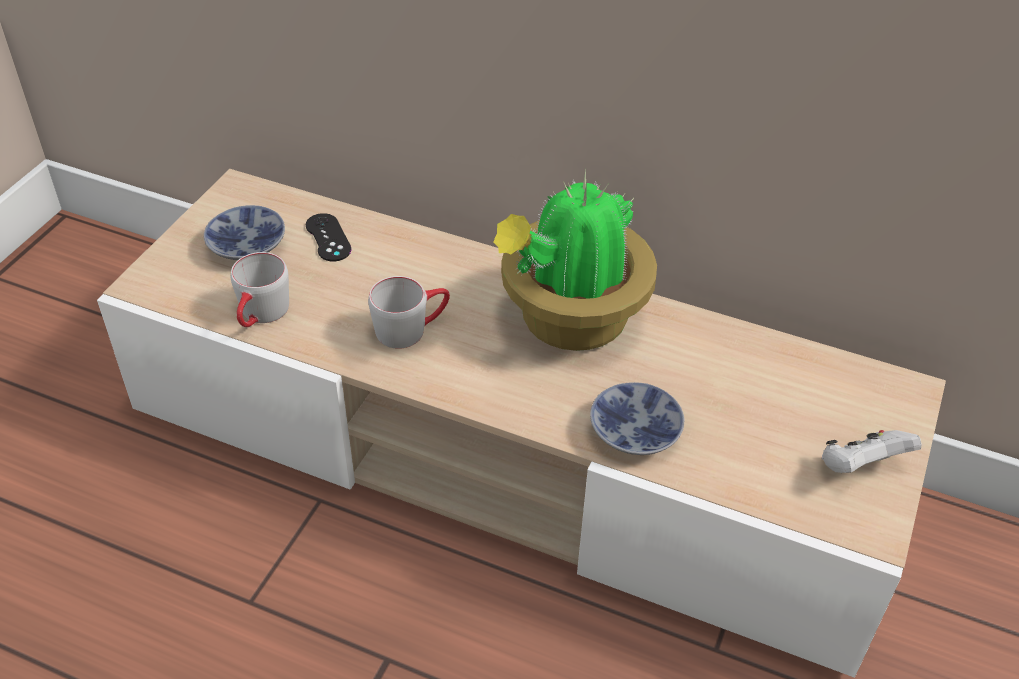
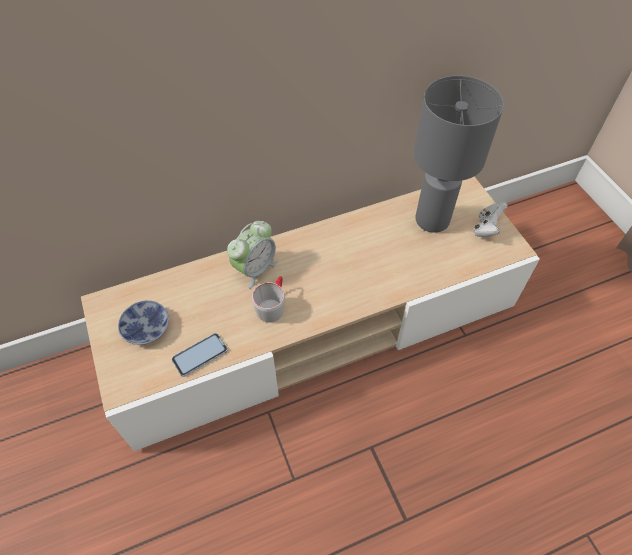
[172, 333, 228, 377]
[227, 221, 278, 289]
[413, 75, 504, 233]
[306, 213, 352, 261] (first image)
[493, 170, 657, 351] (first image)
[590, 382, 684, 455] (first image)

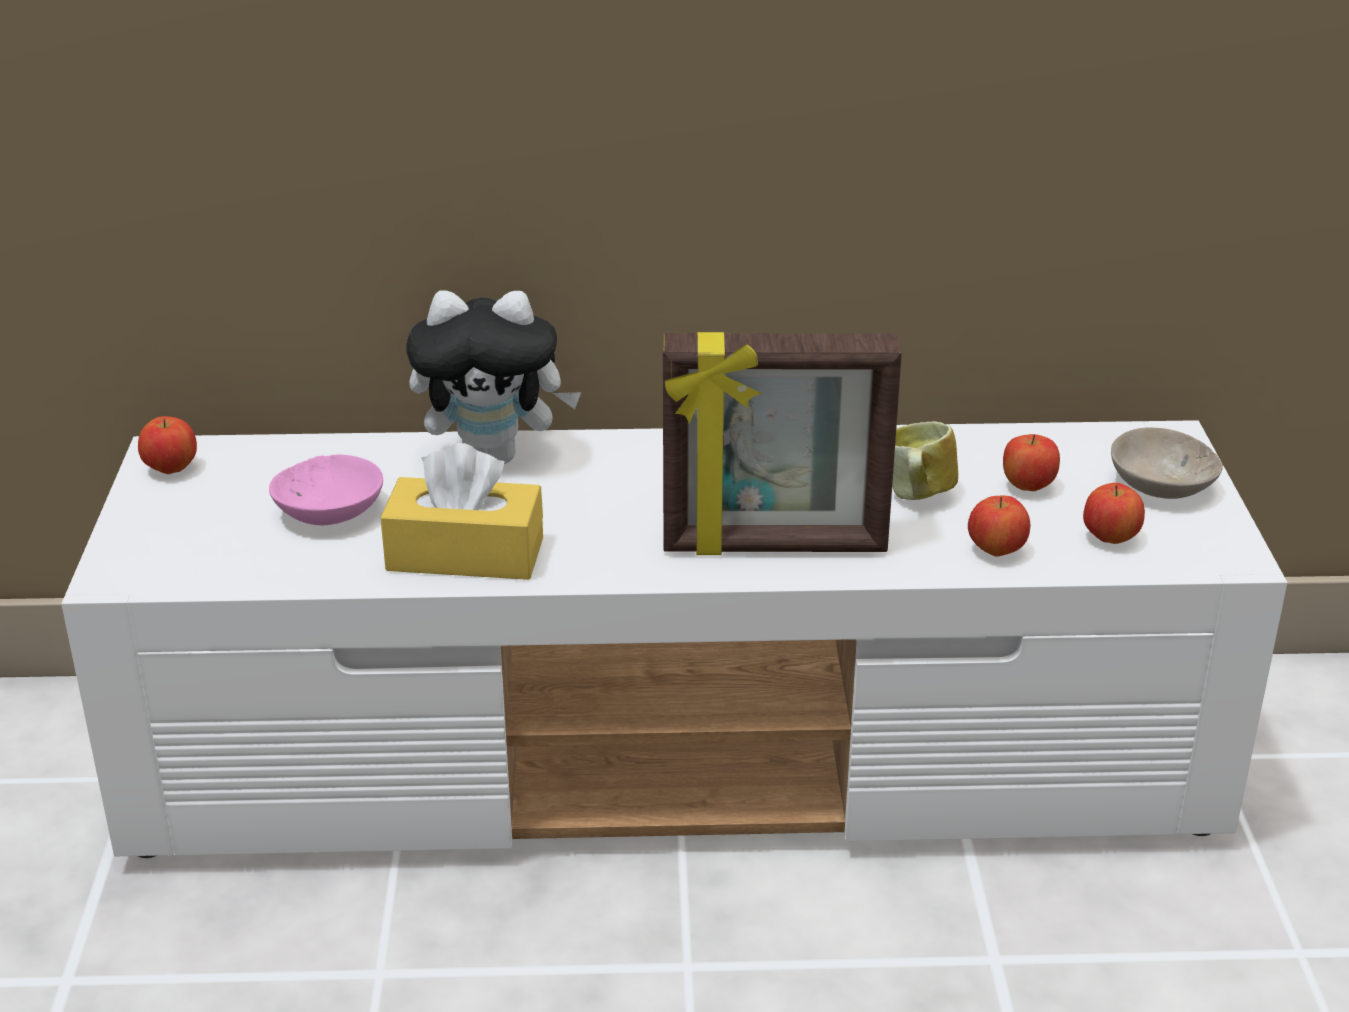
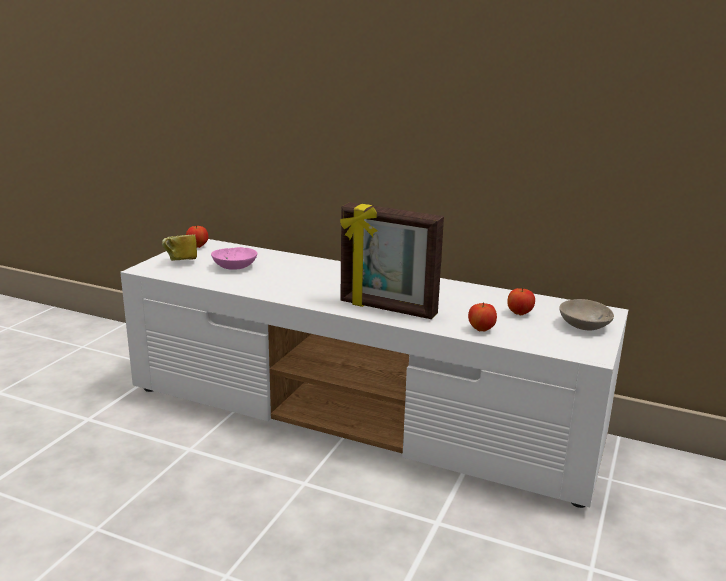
[162, 234, 197, 261]
[380, 443, 543, 580] (first image)
[406, 291, 581, 464] (first image)
[1083, 483, 1145, 544] (first image)

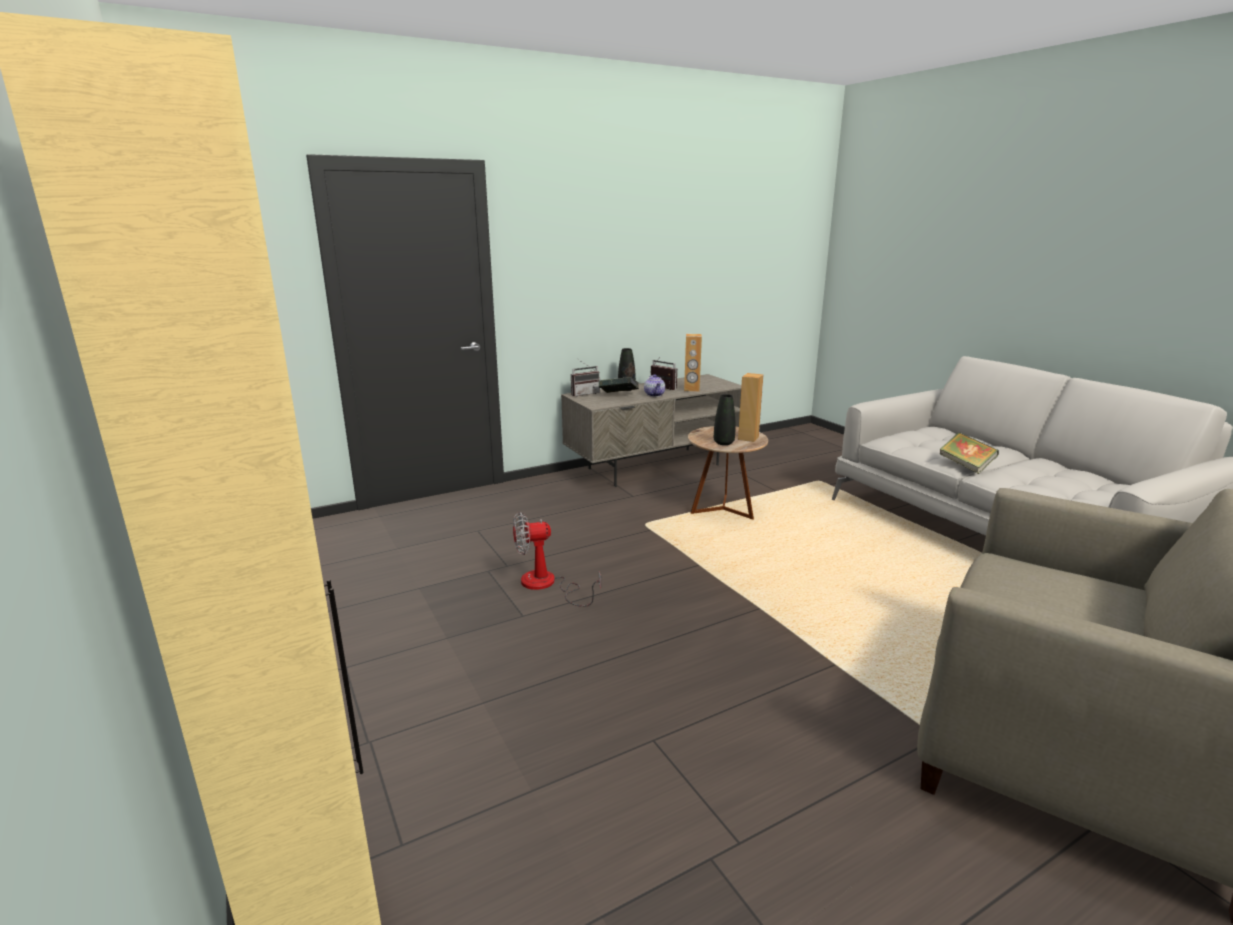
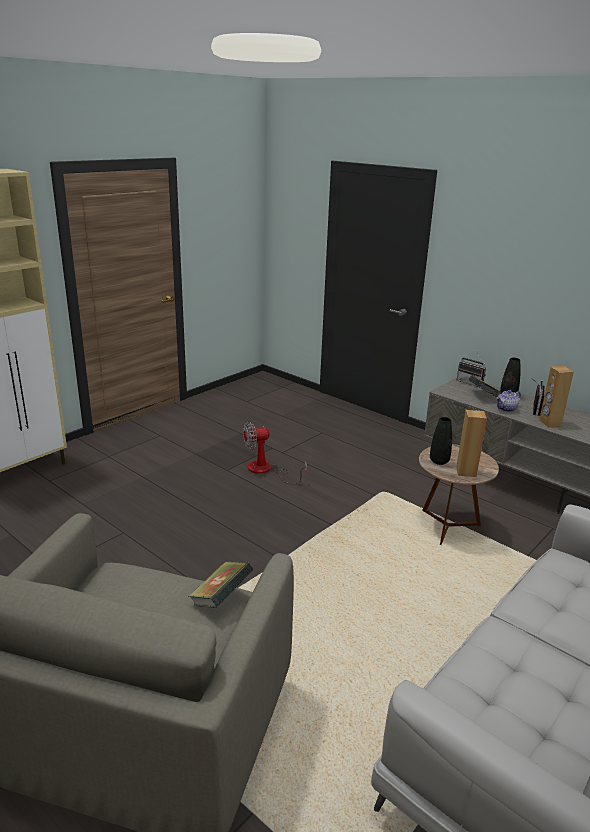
[189, 561, 253, 608]
[243, 421, 307, 484]

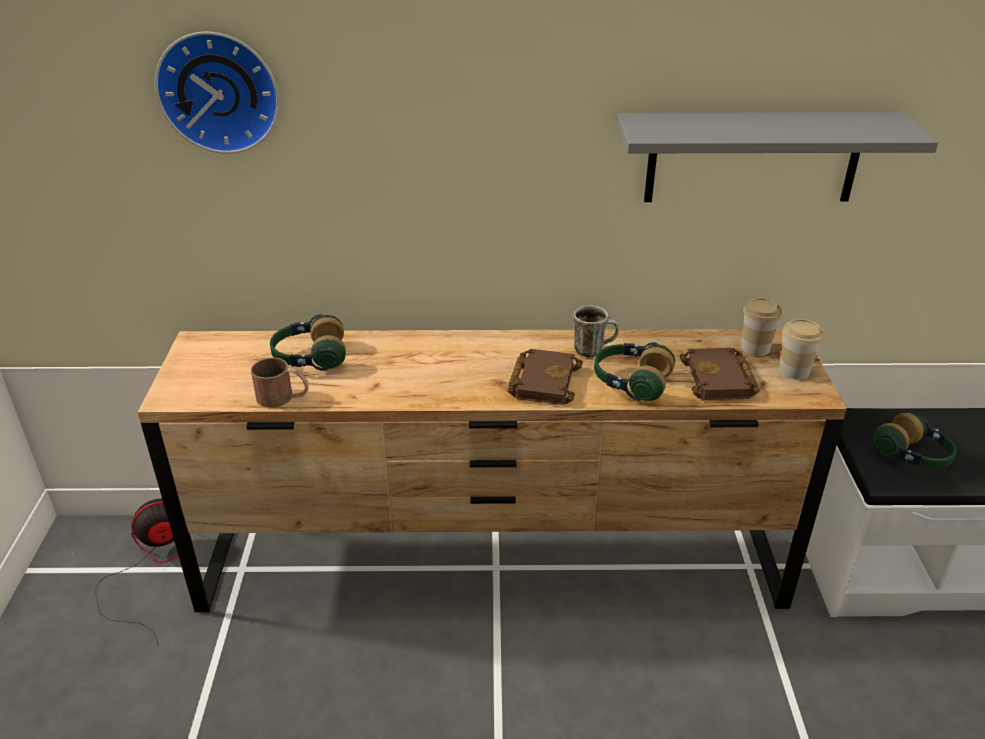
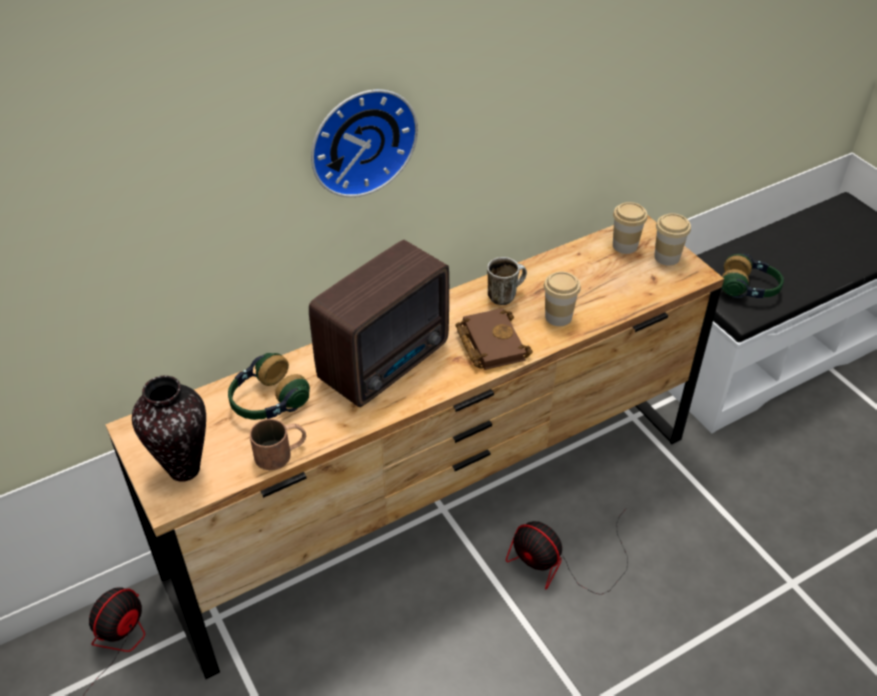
[132, 375, 206, 482]
[309, 240, 449, 407]
[311, 89, 418, 197]
[506, 508, 628, 595]
[544, 272, 581, 326]
[617, 112, 938, 202] (first image)
[679, 348, 759, 400] (first image)

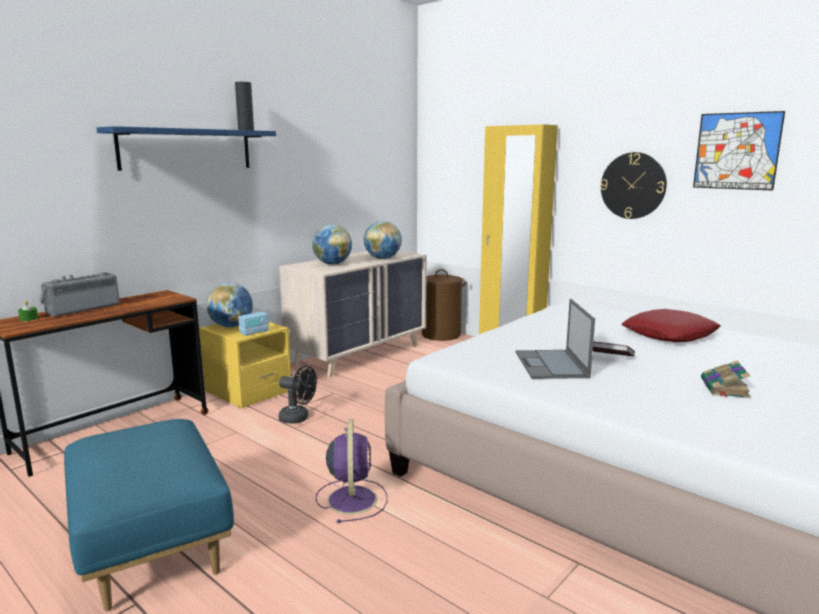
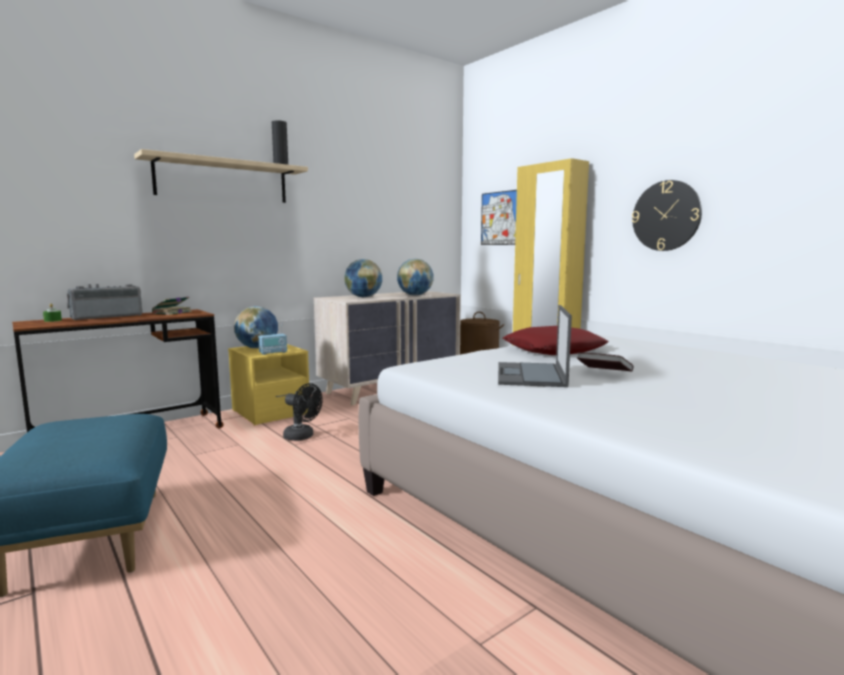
[134, 149, 308, 203]
[152, 297, 192, 315]
[481, 190, 517, 245]
[503, 326, 609, 355]
[316, 419, 387, 523] (first image)

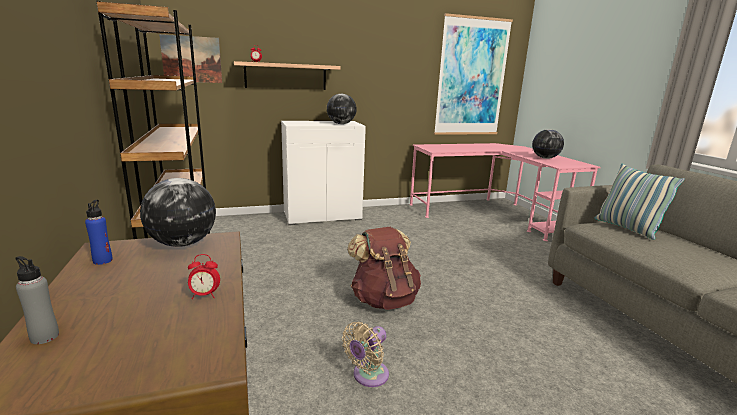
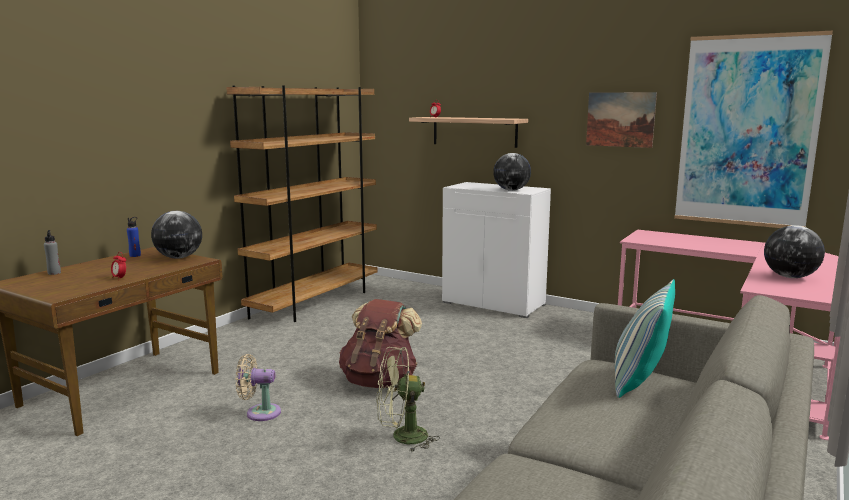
[377, 347, 440, 452]
[586, 92, 657, 148]

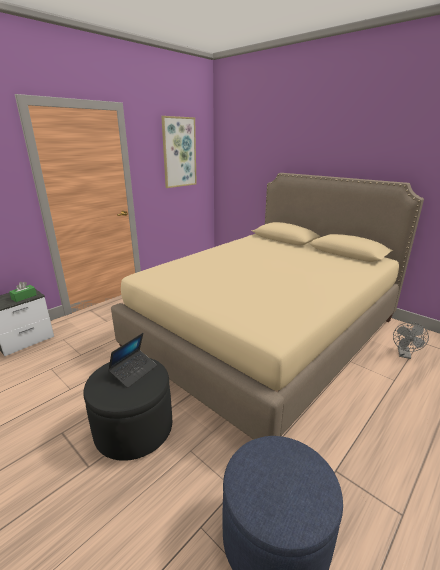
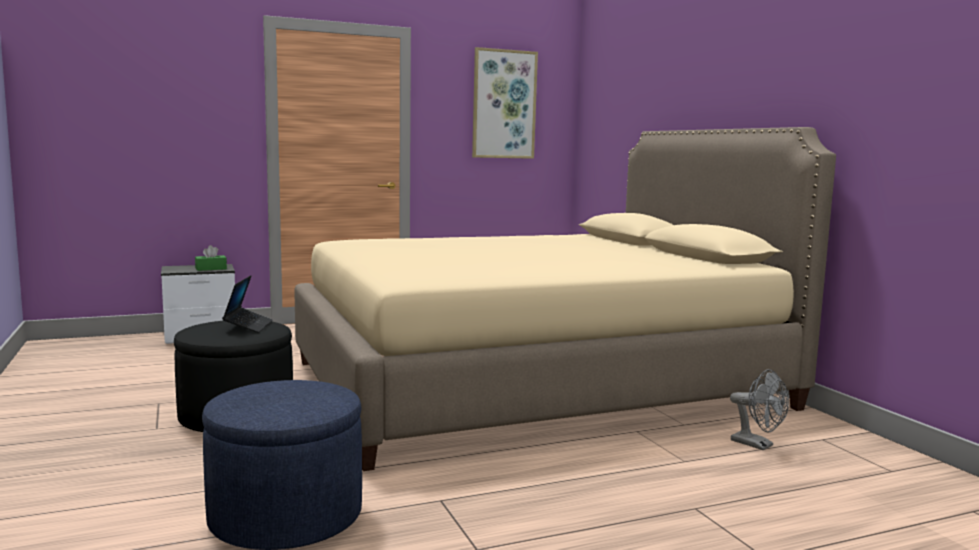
[222, 275, 273, 333]
[730, 369, 789, 450]

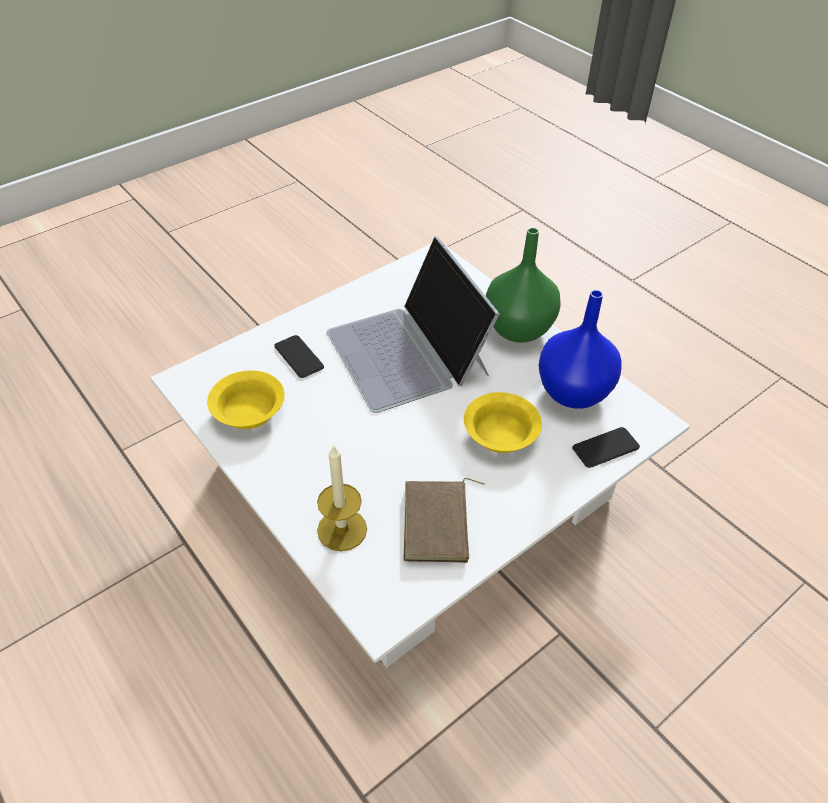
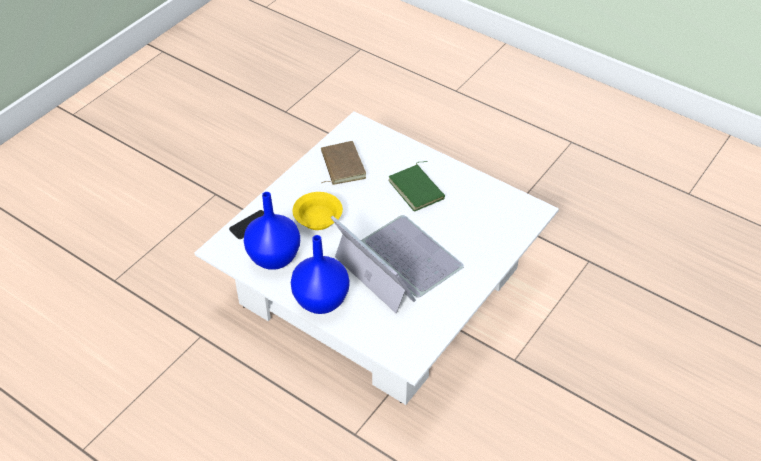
[291, 235, 350, 314]
[388, 161, 445, 212]
[207, 370, 285, 429] (first image)
[274, 335, 324, 378] (first image)
[317, 444, 367, 551] (first image)

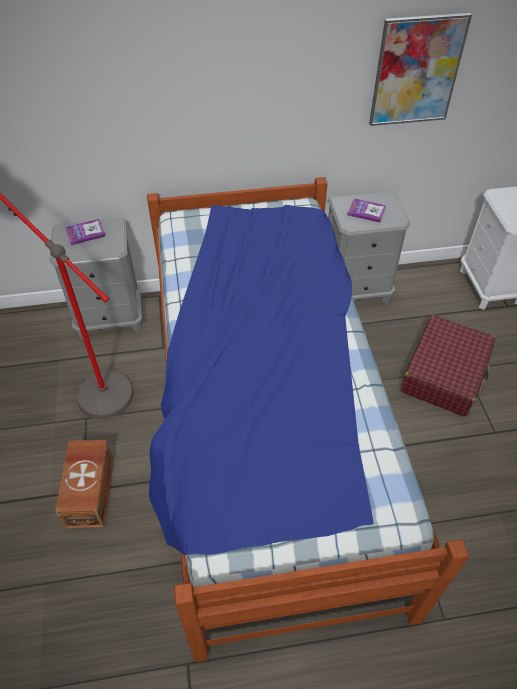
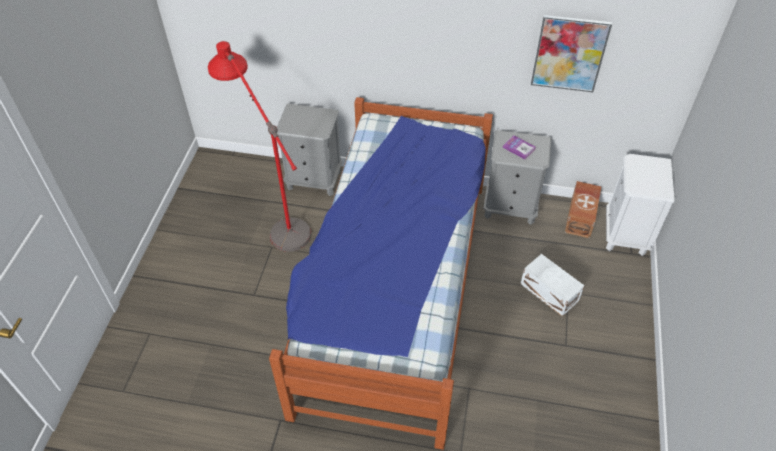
[521, 254, 584, 316]
[565, 181, 602, 239]
[65, 219, 106, 245] (first image)

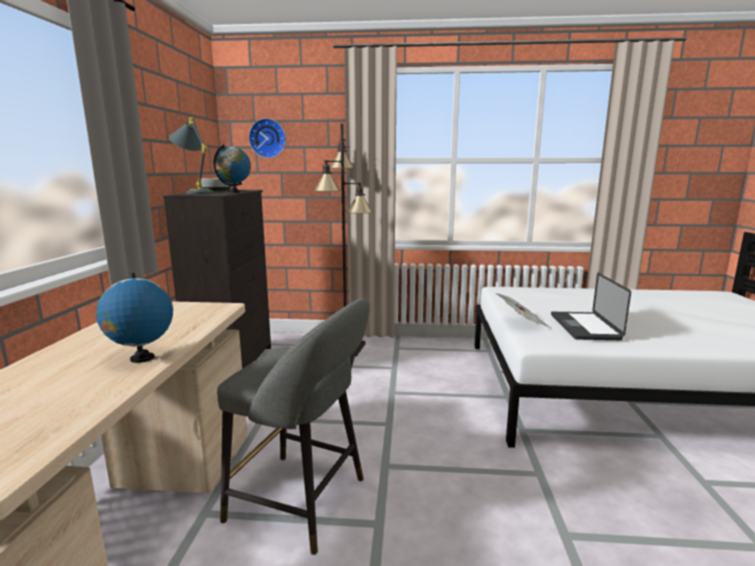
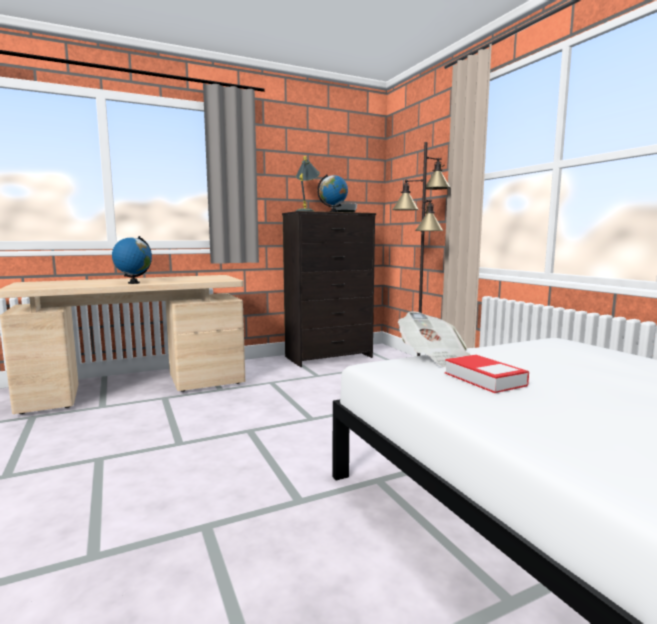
[445, 355, 529, 393]
[217, 298, 369, 555] (first image)
[249, 118, 286, 158] (first image)

